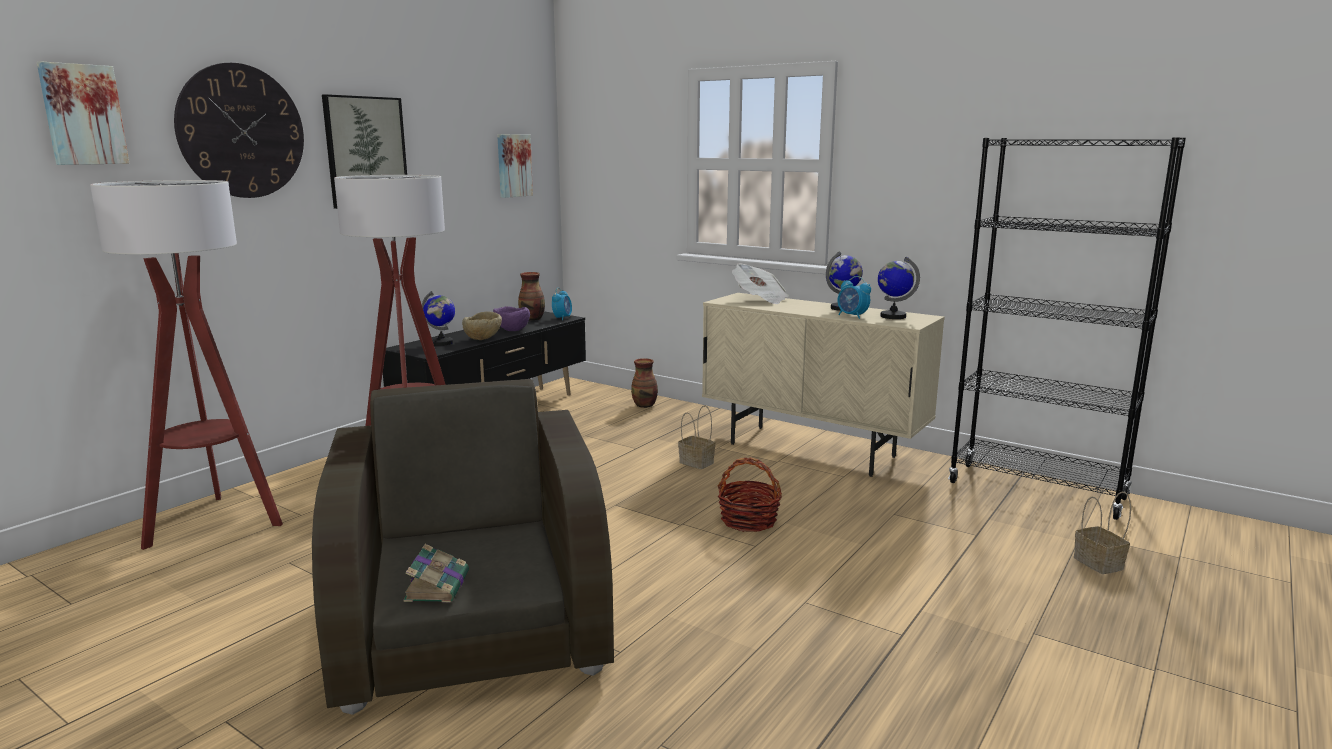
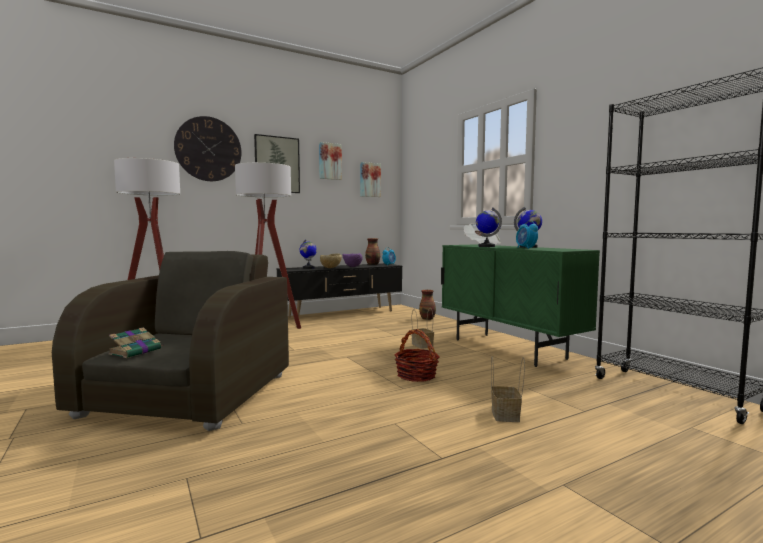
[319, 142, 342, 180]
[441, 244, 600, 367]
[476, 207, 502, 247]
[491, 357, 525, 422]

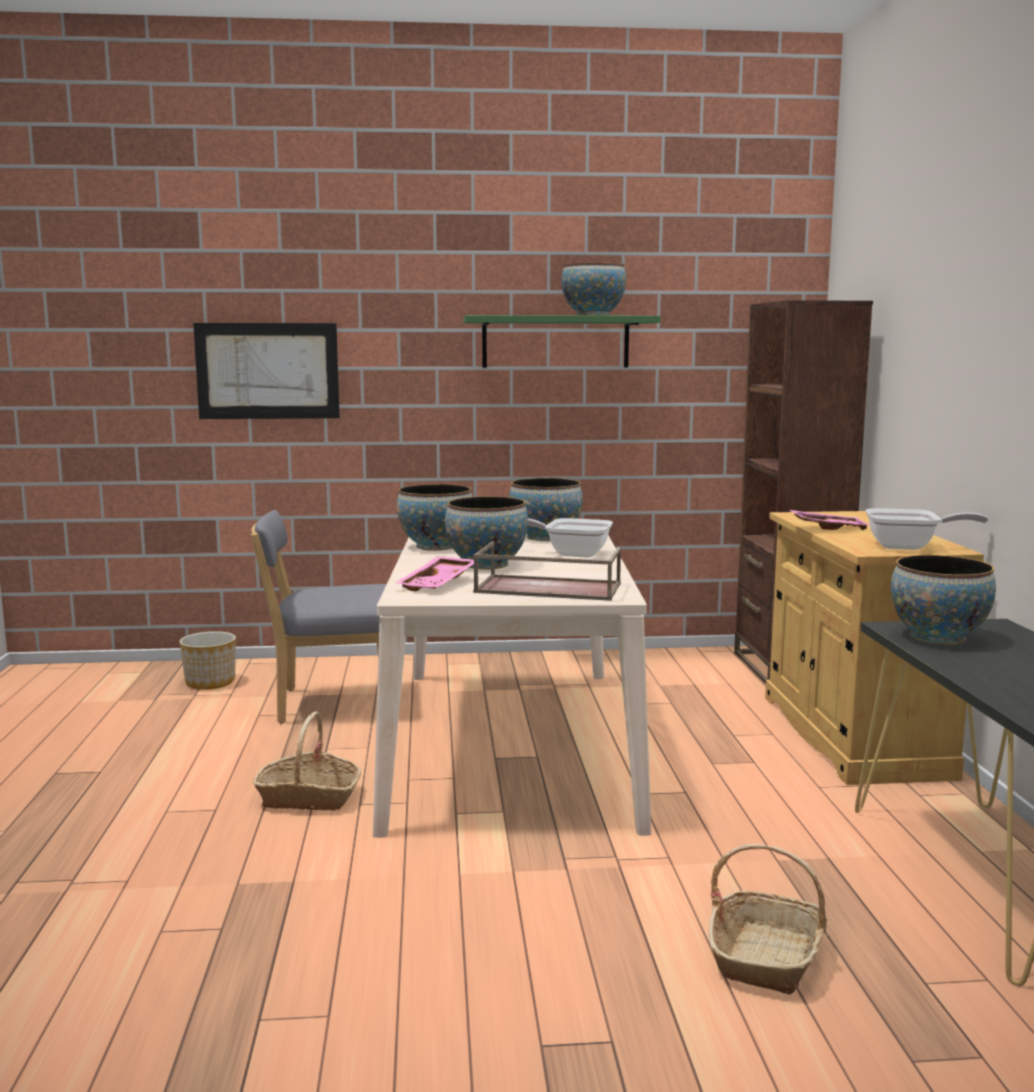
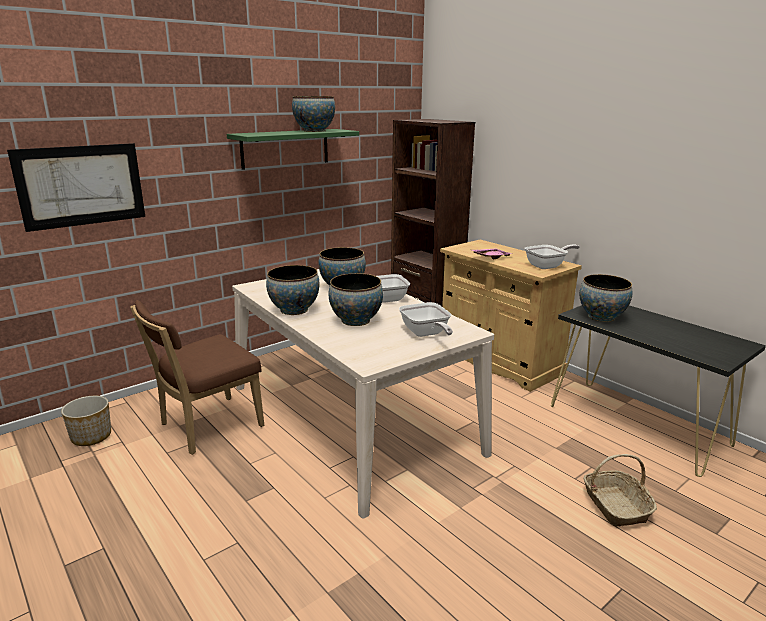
[131, 300, 264, 455]
[399, 302, 453, 337]
[253, 711, 361, 811] (first image)
[394, 556, 474, 591] (first image)

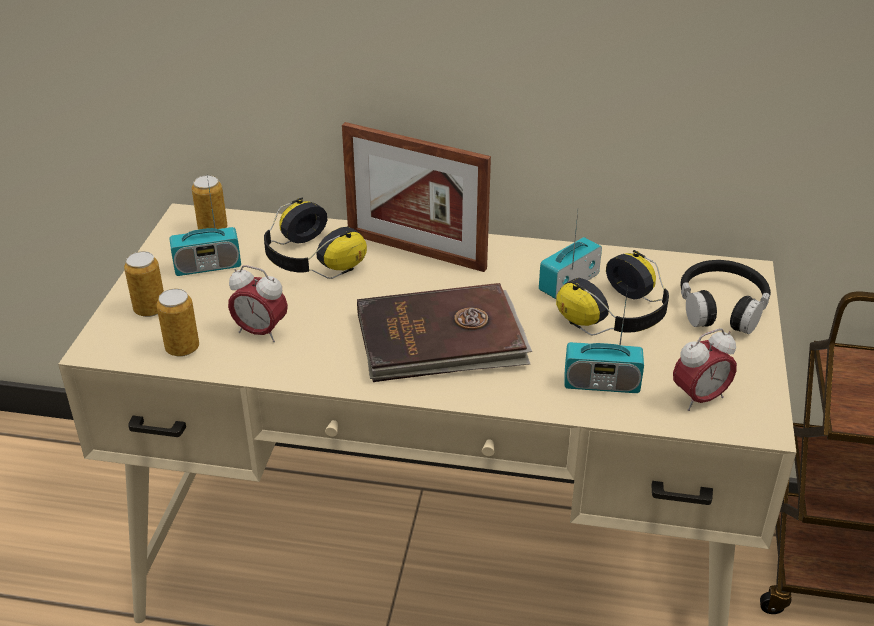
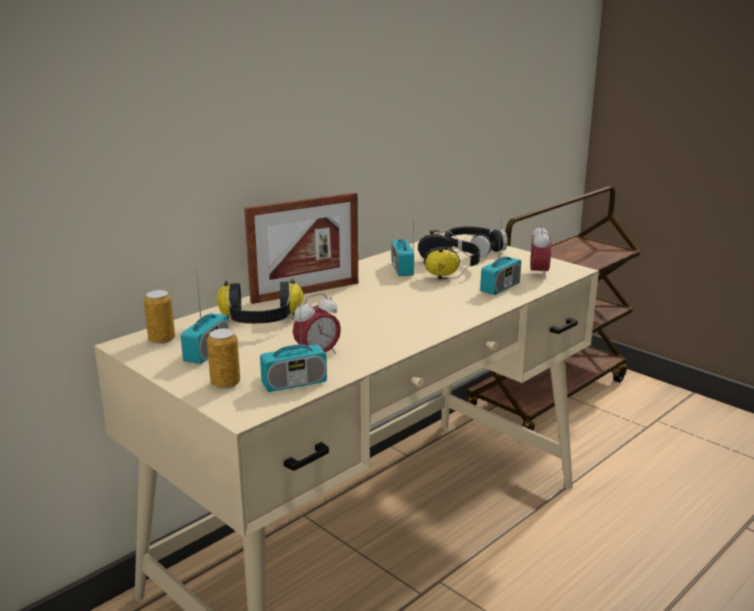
[260, 296, 327, 392]
[357, 283, 532, 382] (first image)

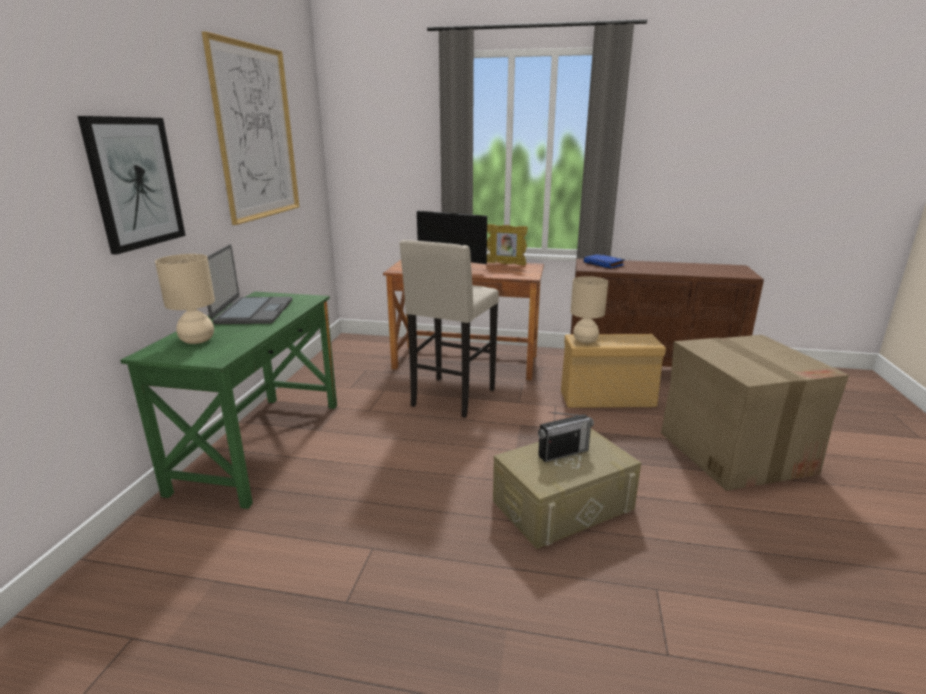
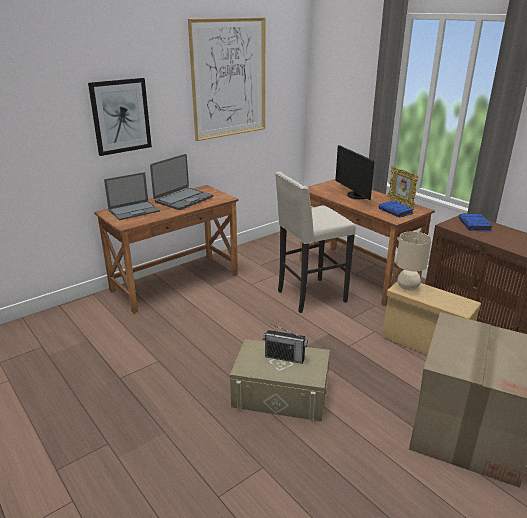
[94, 185, 238, 313]
[104, 172, 160, 220]
[379, 200, 414, 218]

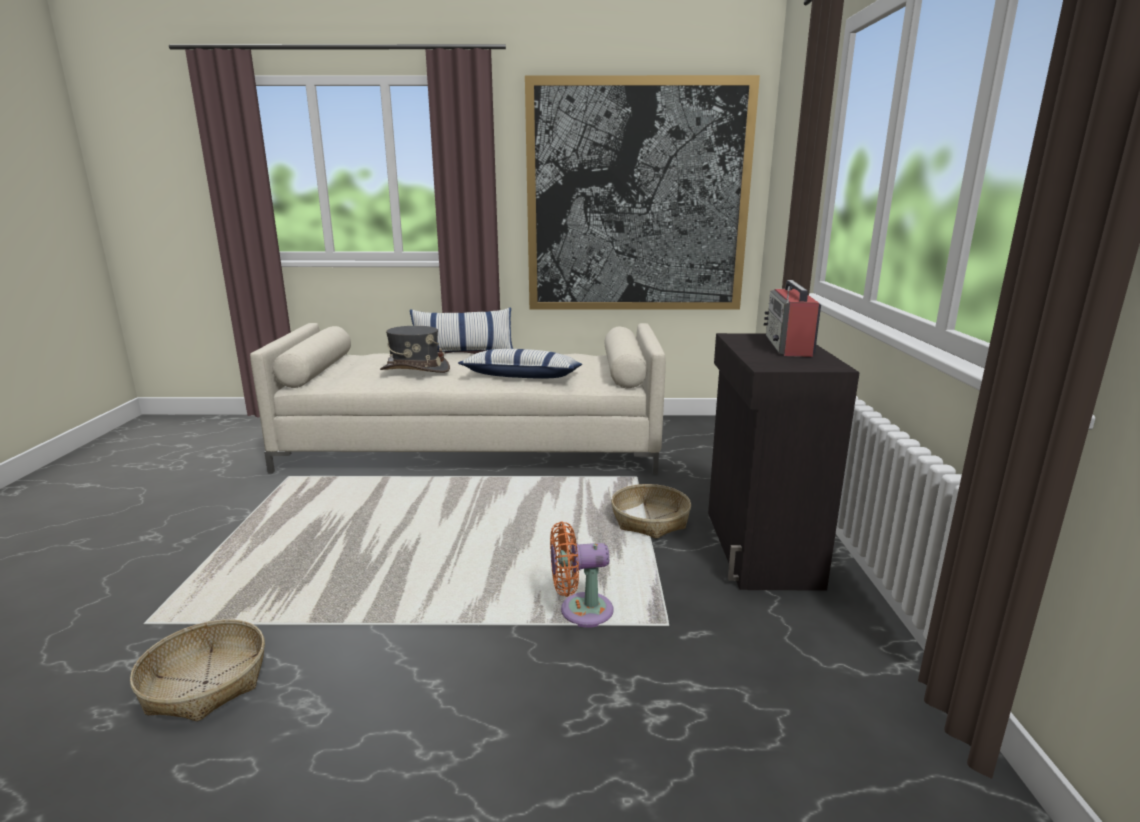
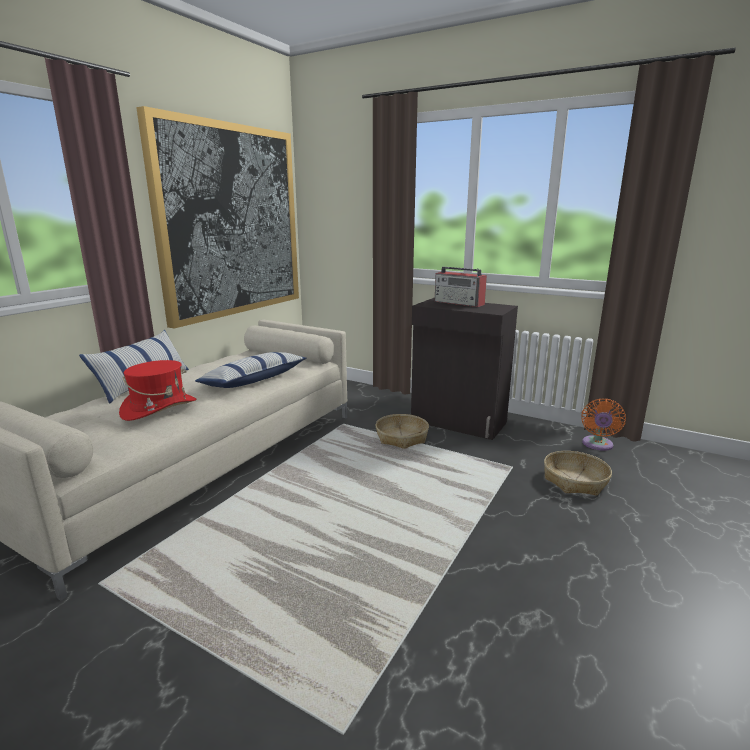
[119, 360, 196, 421]
[544, 451, 612, 496]
[581, 399, 626, 451]

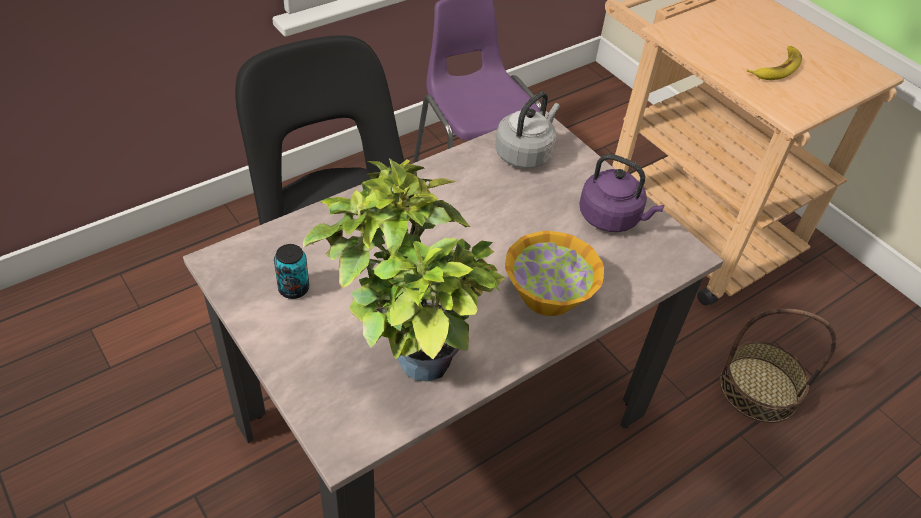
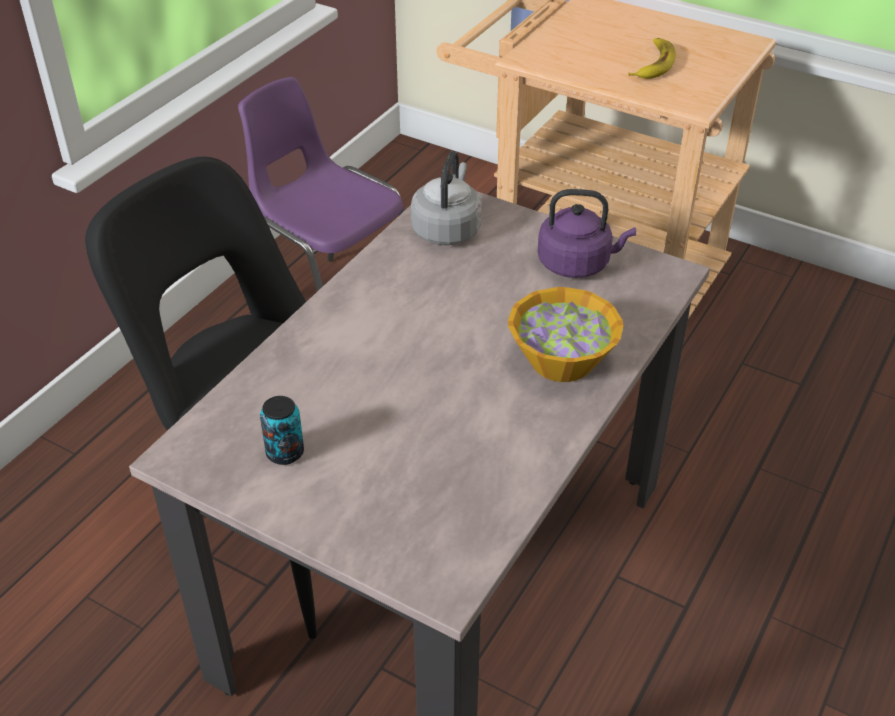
[303, 159, 505, 382] (first image)
[720, 308, 836, 423] (first image)

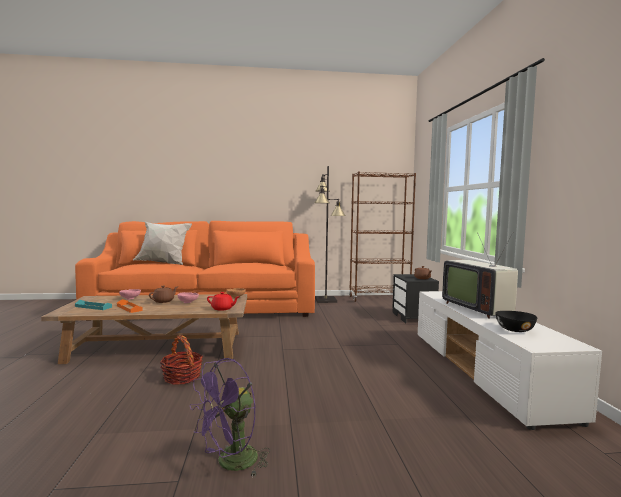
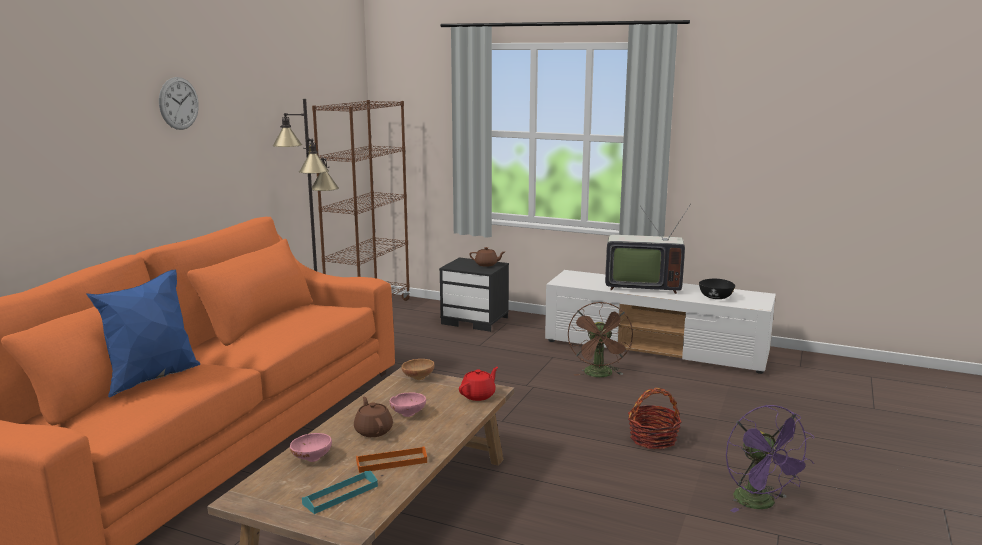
[86, 270, 200, 398]
[159, 77, 199, 130]
[568, 302, 633, 377]
[628, 388, 682, 449]

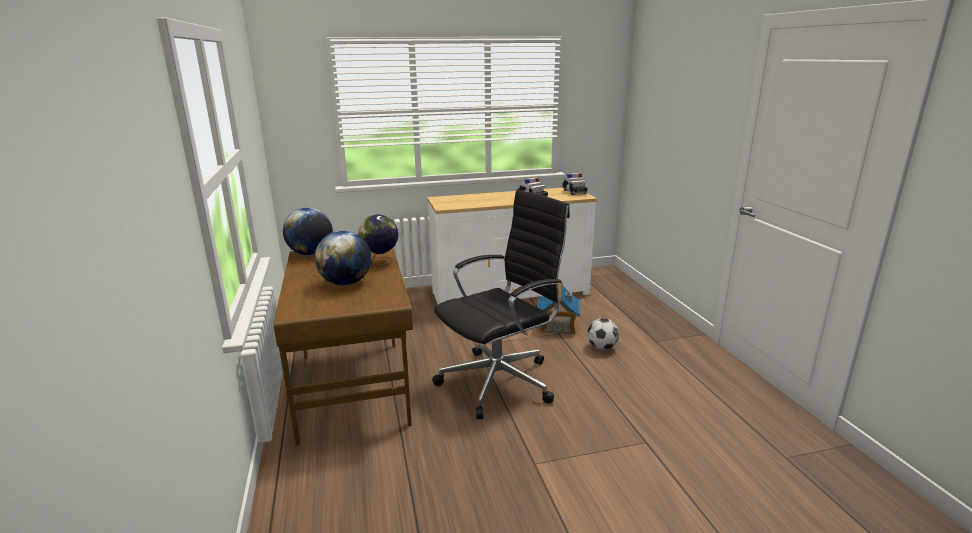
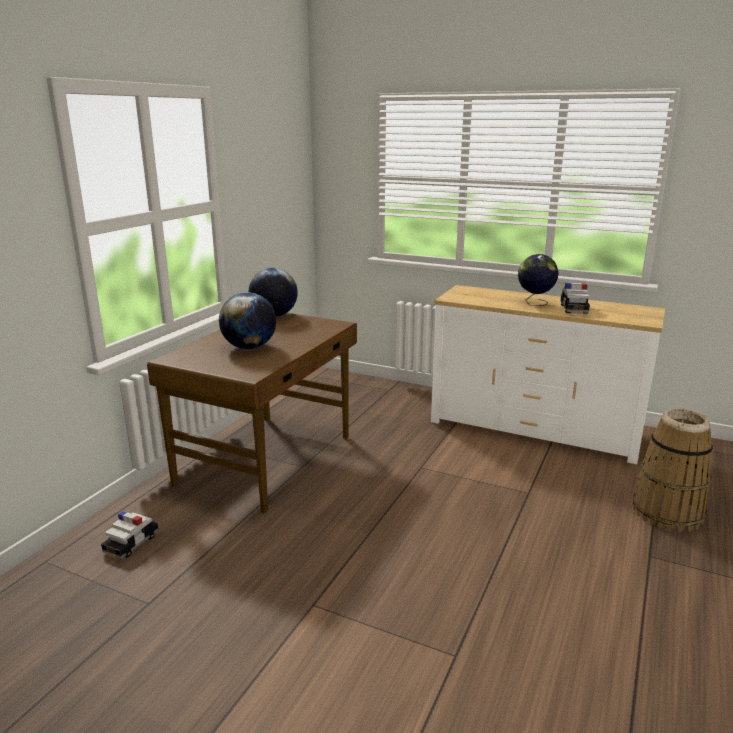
[101, 511, 159, 559]
[518, 254, 559, 306]
[632, 409, 713, 532]
[432, 190, 570, 419] (first image)
[537, 284, 580, 334] (first image)
[587, 318, 619, 350] (first image)

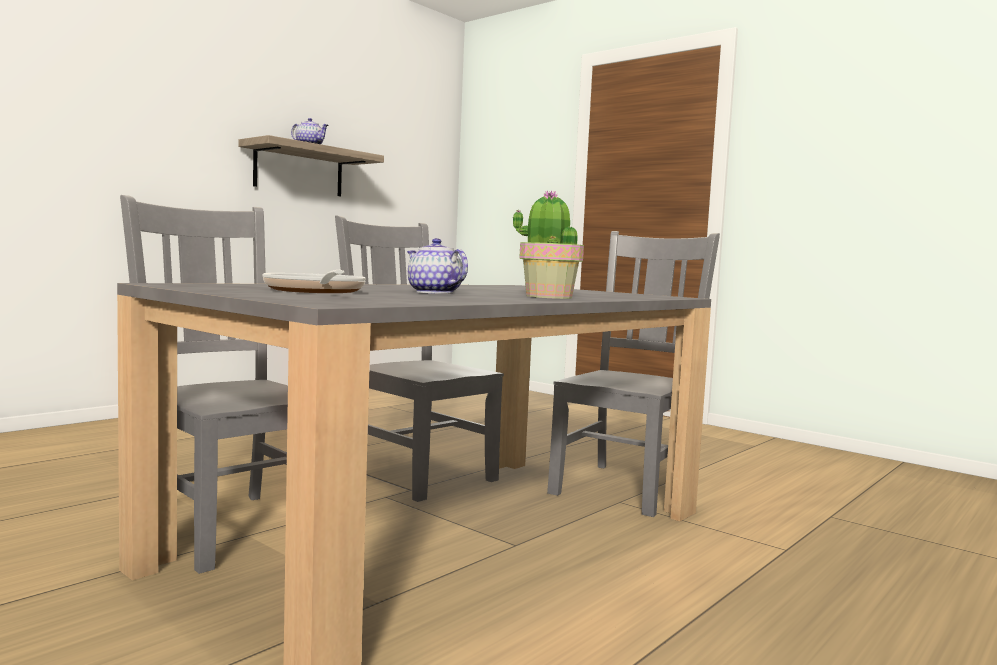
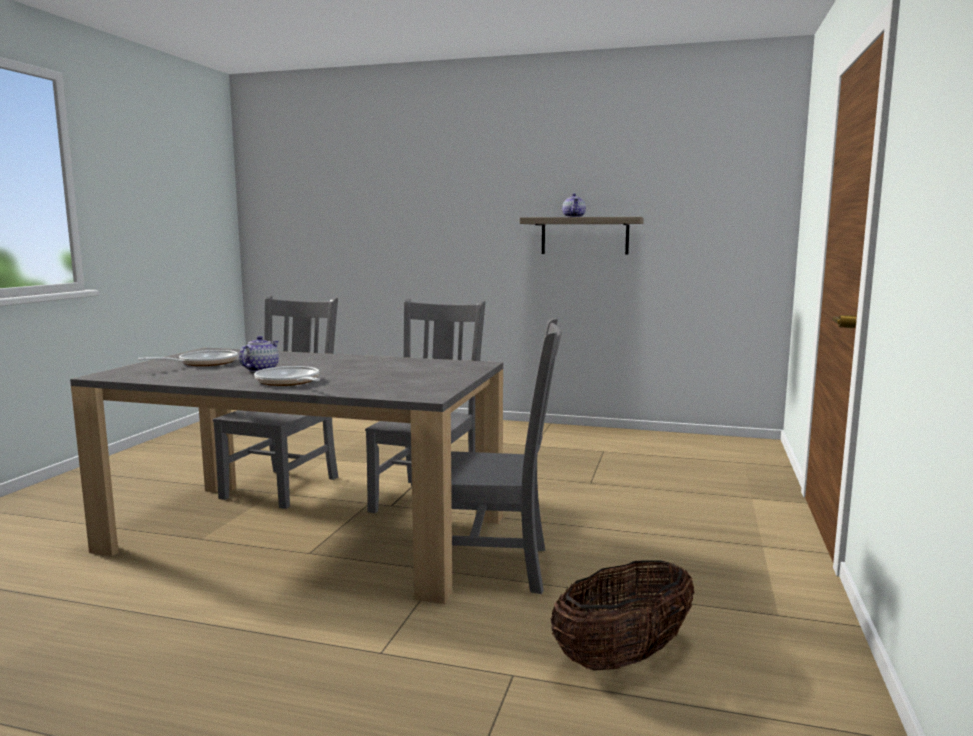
[254, 366, 320, 386]
[550, 561, 695, 671]

